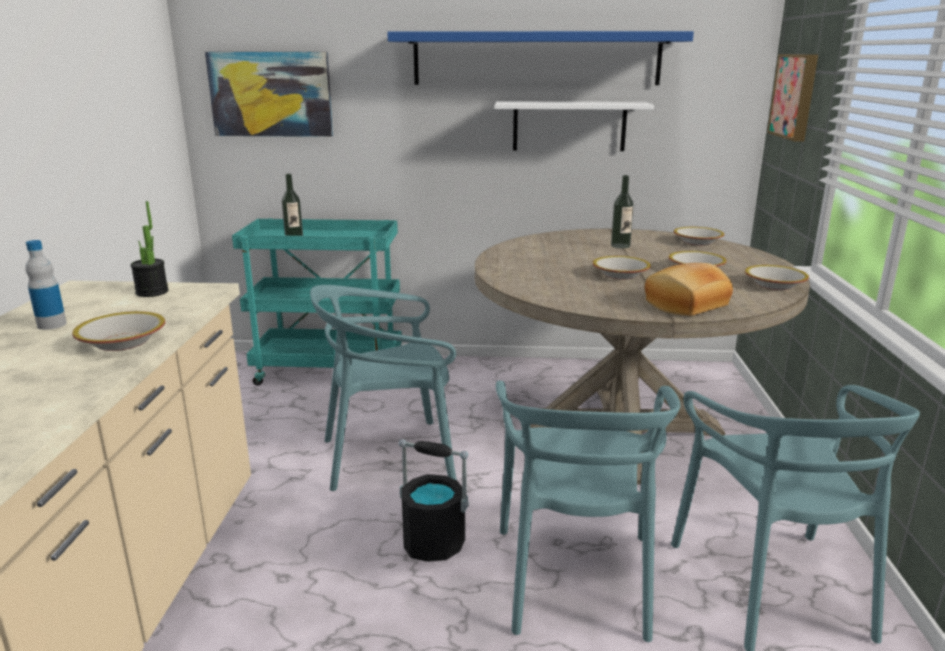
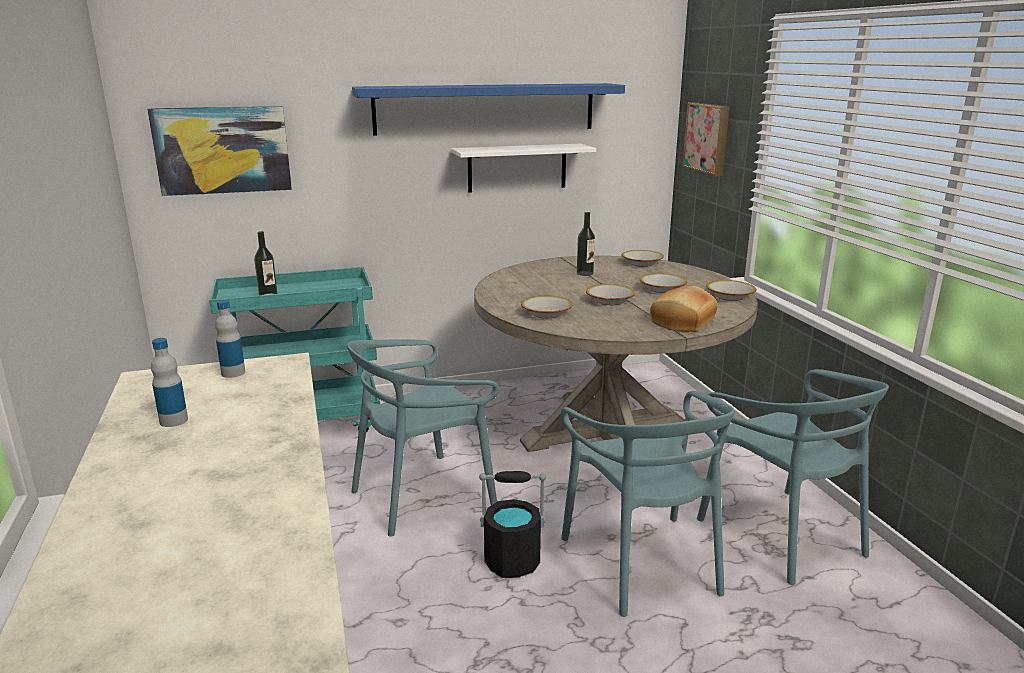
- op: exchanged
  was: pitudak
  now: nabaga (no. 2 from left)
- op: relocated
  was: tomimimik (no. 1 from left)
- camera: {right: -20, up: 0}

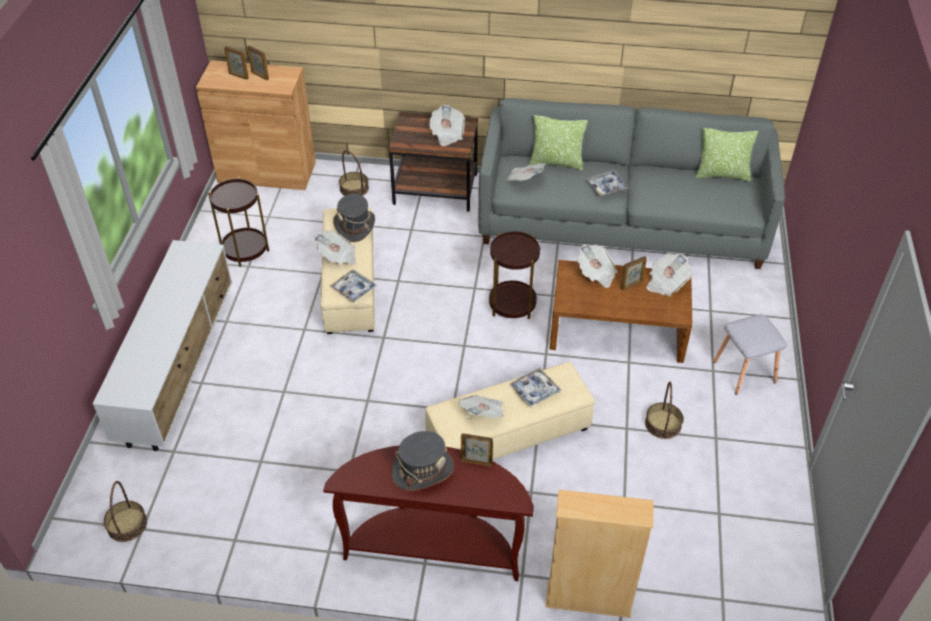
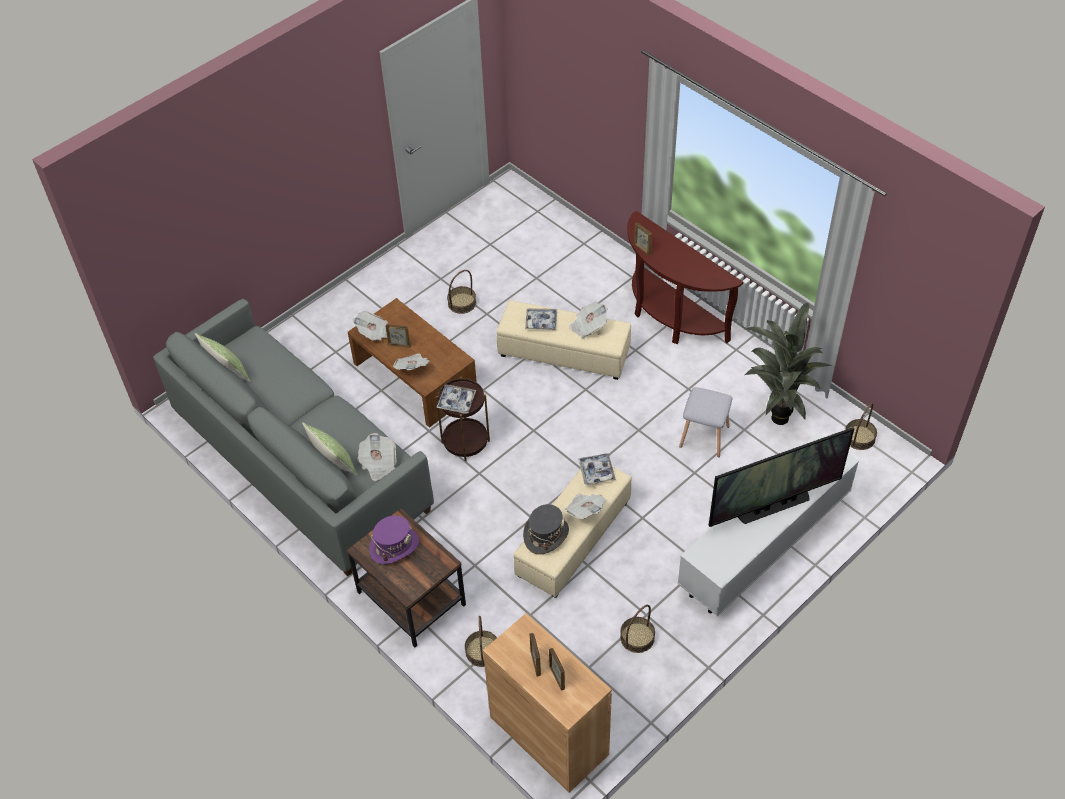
- op: exchanged
  was: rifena (no. 2 from left)
  now: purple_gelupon
- op: relocated
  was: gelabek (no. 3 from left in the first image)
  now: gelabek (no. 1 from left)
- op: exchanged
  was: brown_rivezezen (no. 1 from left)
  now: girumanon (no. 3 from left)
- op: relocated
  was: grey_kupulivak
- op: missing
  was: grey_gelupon (no. 2 from left)
- op: missing
  was: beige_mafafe
- op: appeared
  now: pitudak
- op: appeared
  now: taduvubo
- camera: {right: -140, up: 5}

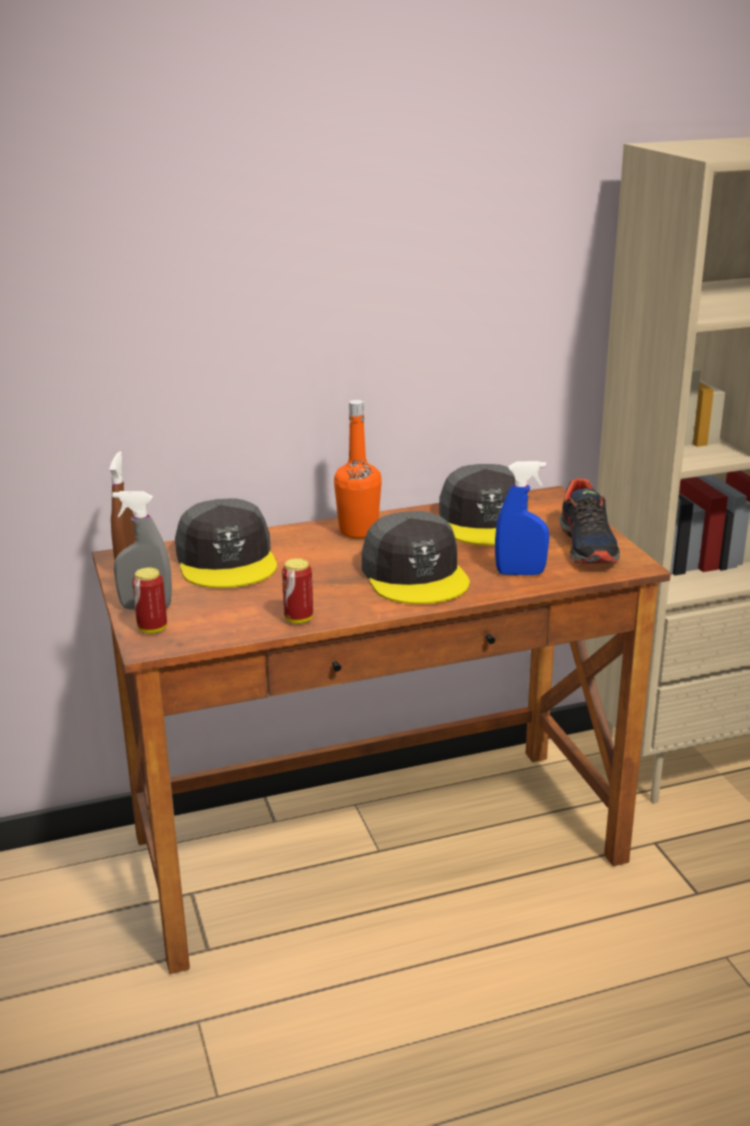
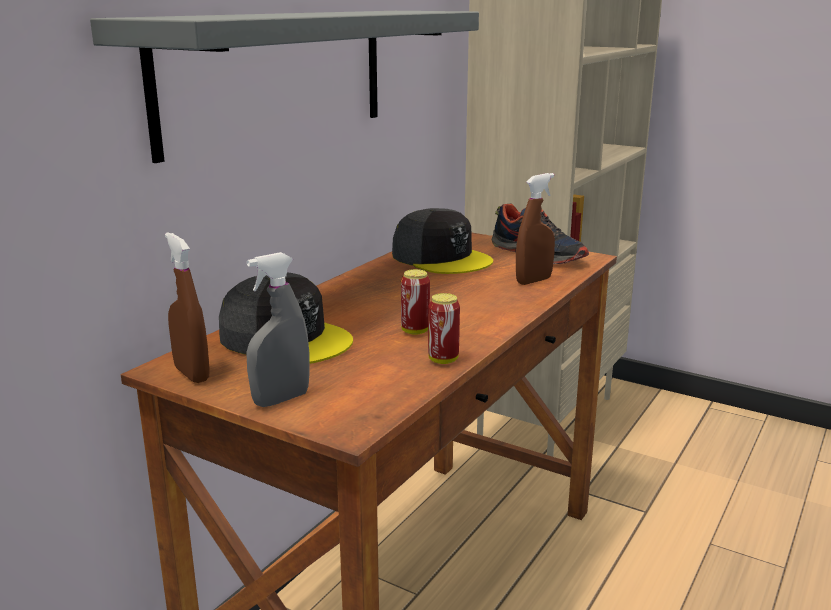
- op: missing
  was: orange_nabaga
- op: colour
  was: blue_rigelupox
  now: brown_rigelupox (no. 2 from left)
- op: missing
  was: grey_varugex (no. 2 from left)
- op: relocated
  was: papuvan (no. 1 from left)
- op: appeared
  now: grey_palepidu
- camera: {right: -40, up: -5}

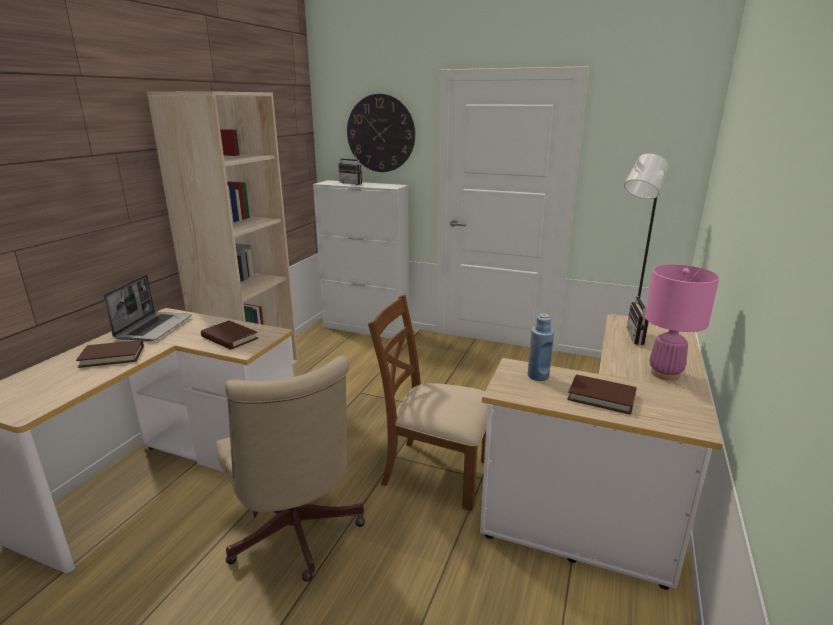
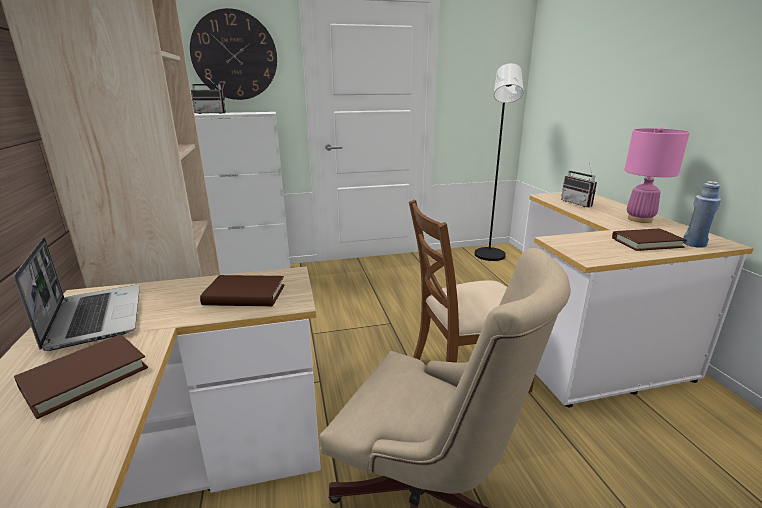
- op: relocated
  was: blue_nabaga
- camera: {right: -35, up: 0}

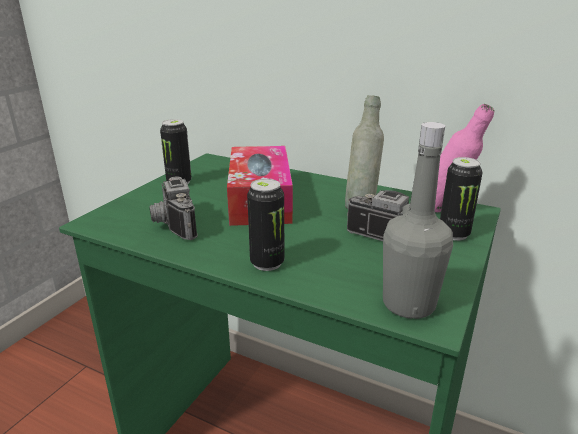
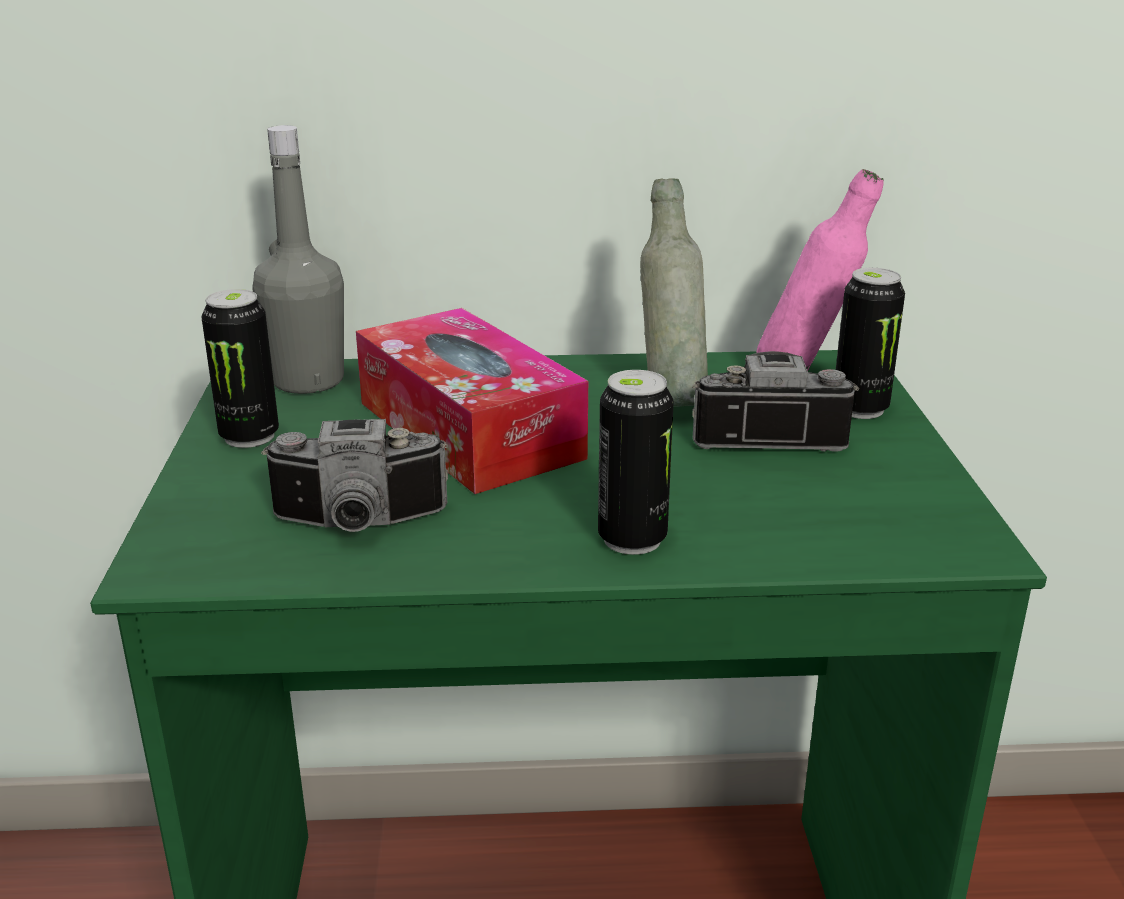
- op: relocated
  was: grey_nabaga (no. 2 from left in the first image)
  now: grey_nabaga (no. 1 from left)
- op: spun
  was: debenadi (no. 1 from left)
  clockwise: -45
- camera: {right: -30, up: 0}

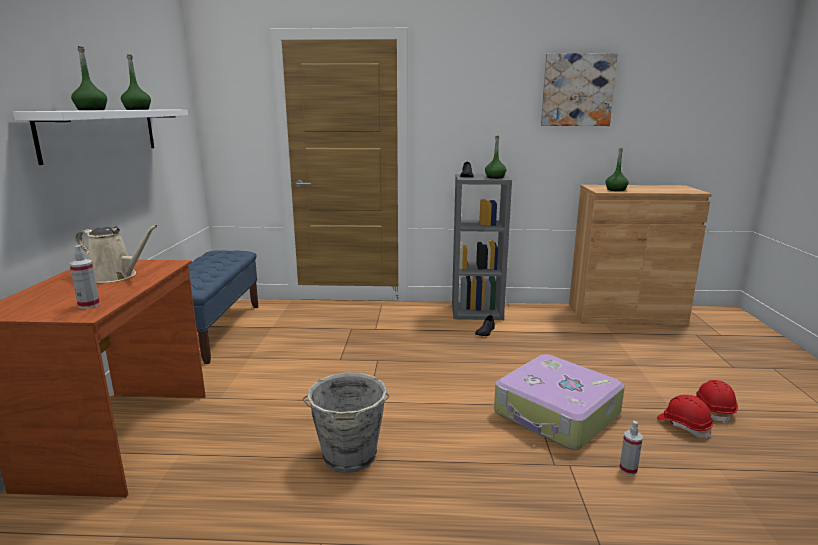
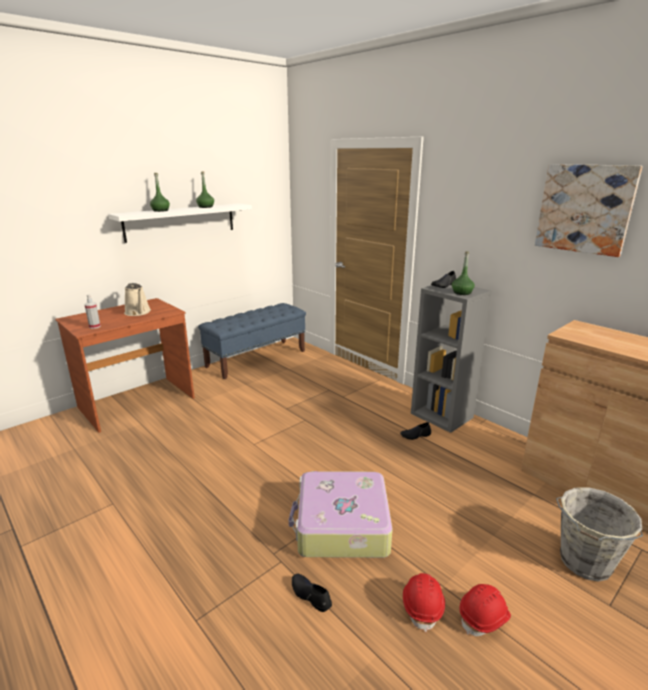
- op: missing
  was: green_nabaga (no. 4 from left)
- op: relocated
  was: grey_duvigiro
- op: exchanged
  was: rigelupox (no. 2 from left)
  now: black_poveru (no. 1 from left)
- camera: {right: 45, up: 5}

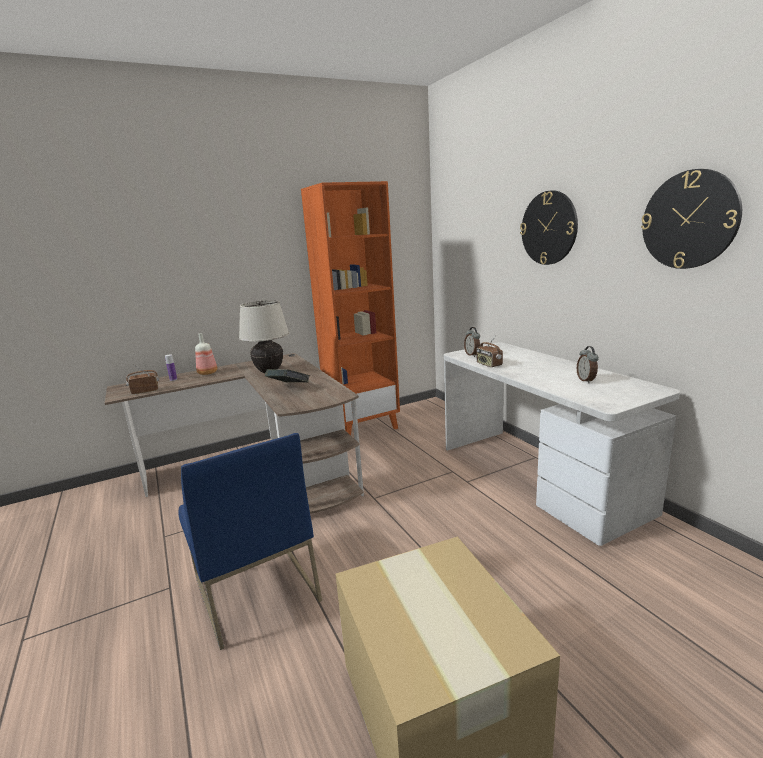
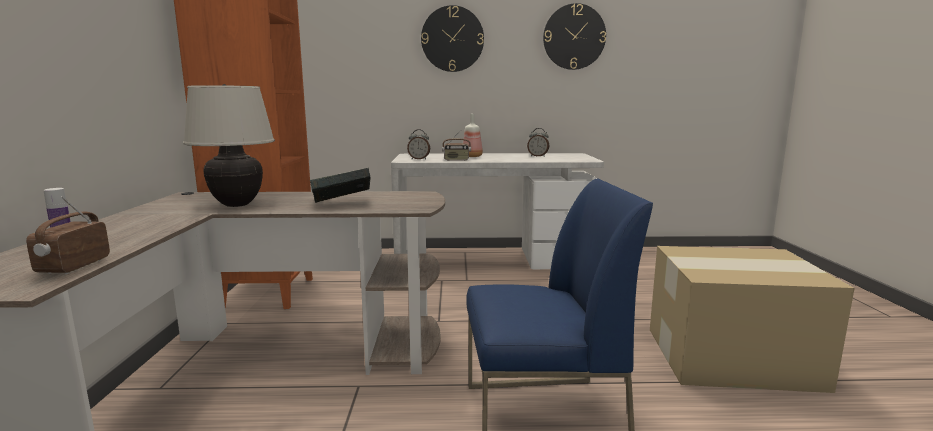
- op: relocated
  was: nabaga (no. 2 from left)
- camera: {right: -65, up: -5}

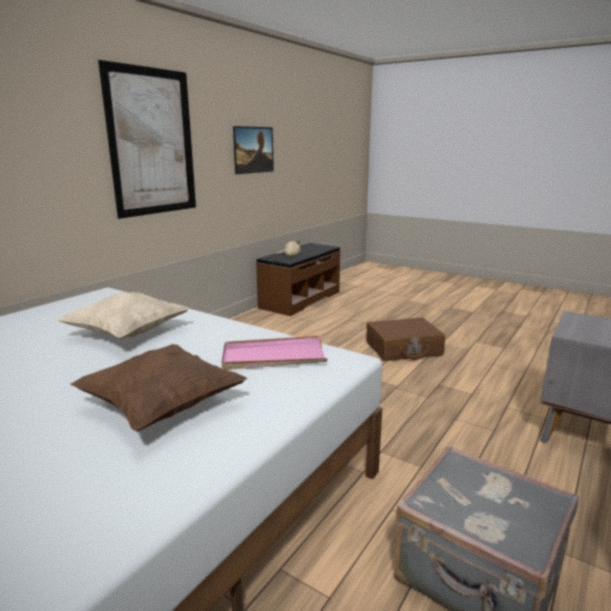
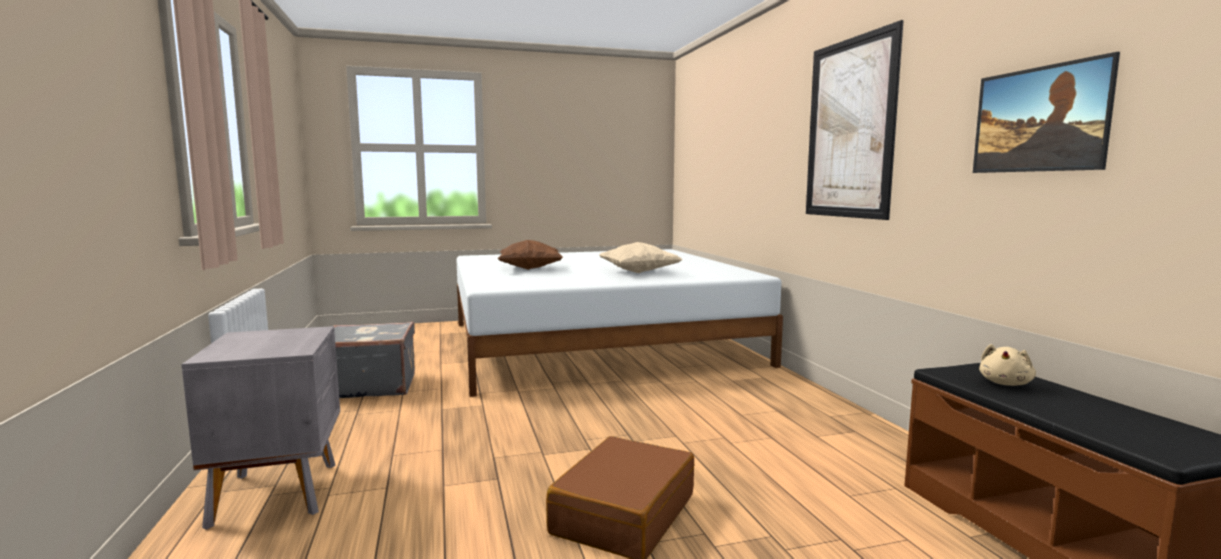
- op: missing
  was: pink_gelabek
- camera: {right: 130, up: -10}

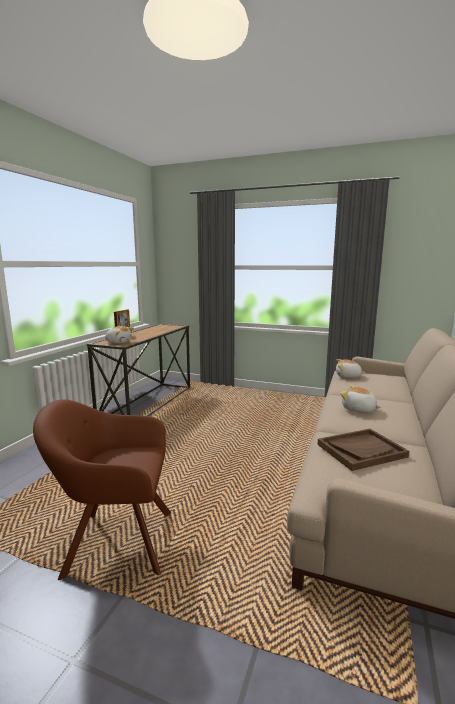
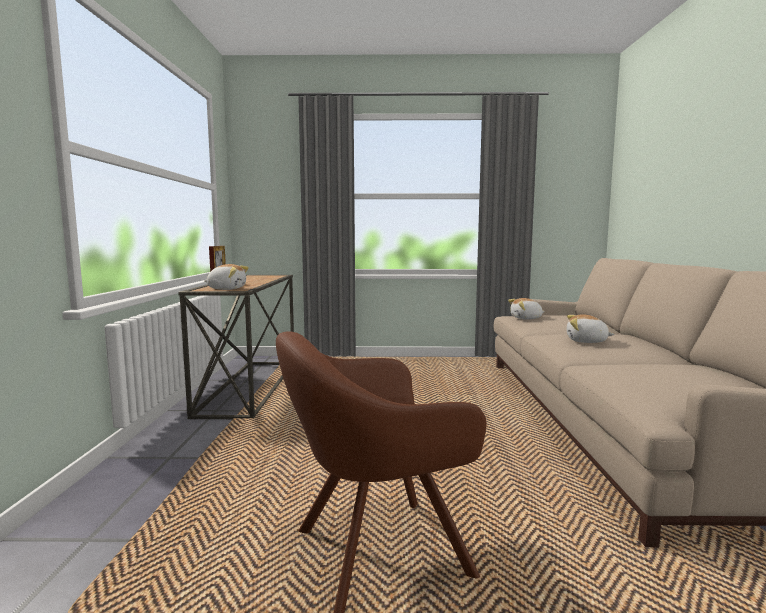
- op: missing
  was: brown_gelabek
- camera: {right: -20, up: -5}

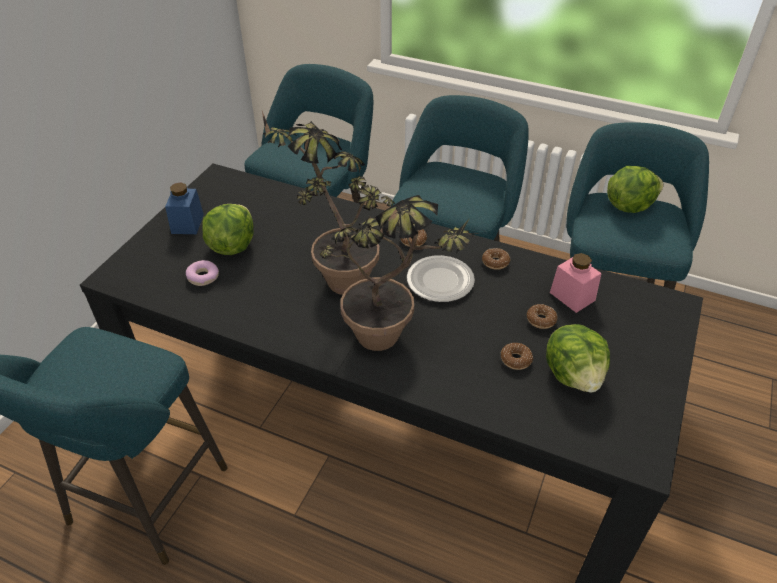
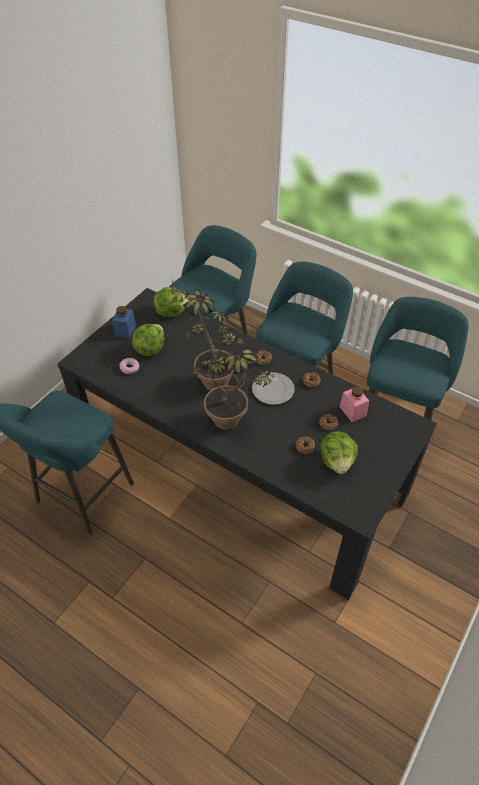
- op: relocated
  was: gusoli (no. 3 from left in the first image)
  now: gusoli (no. 2 from left)
- camera: {right: 10, up: 5}

